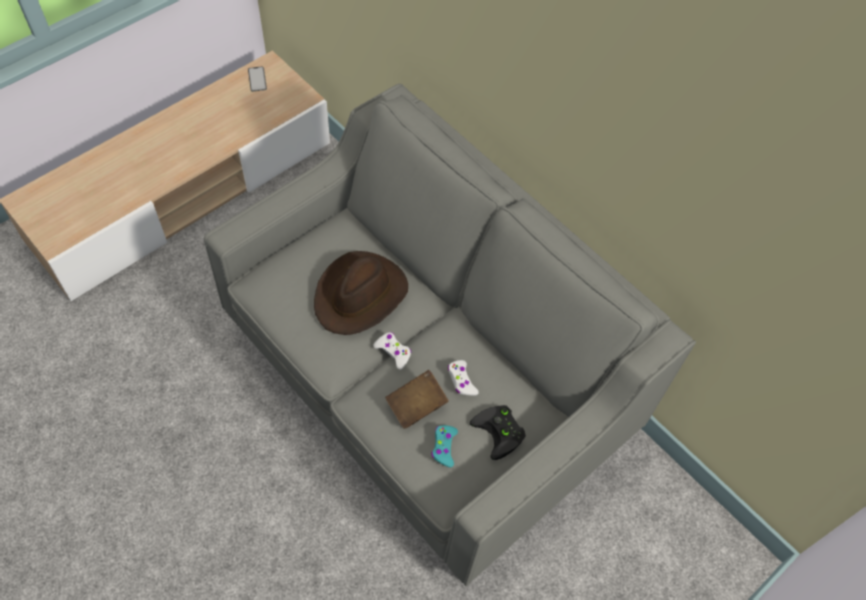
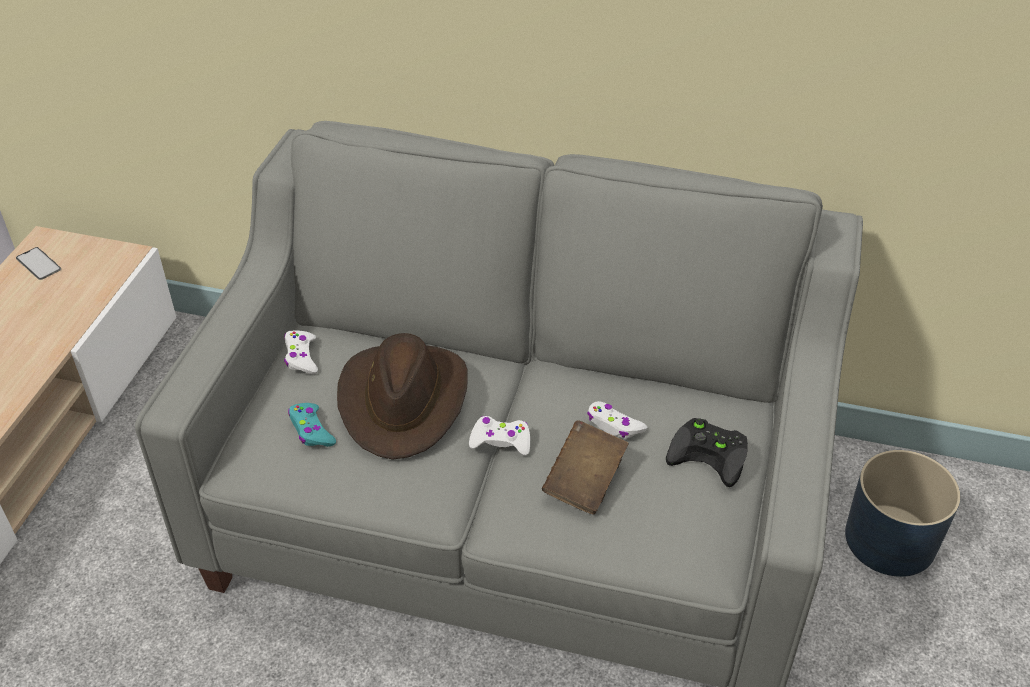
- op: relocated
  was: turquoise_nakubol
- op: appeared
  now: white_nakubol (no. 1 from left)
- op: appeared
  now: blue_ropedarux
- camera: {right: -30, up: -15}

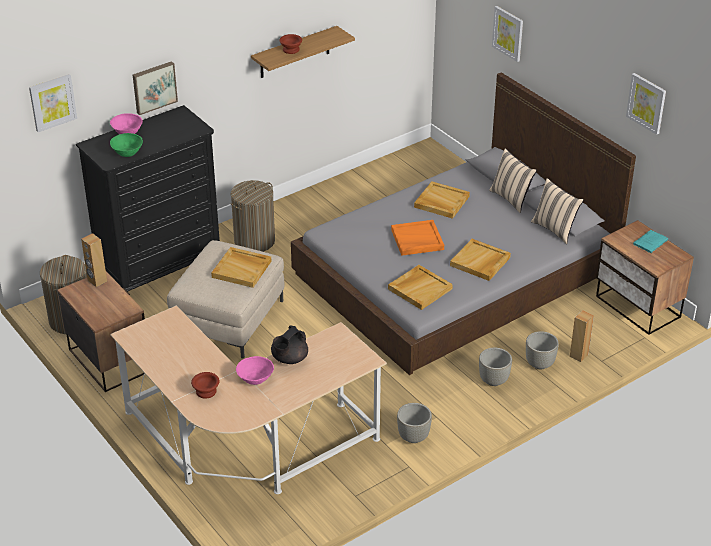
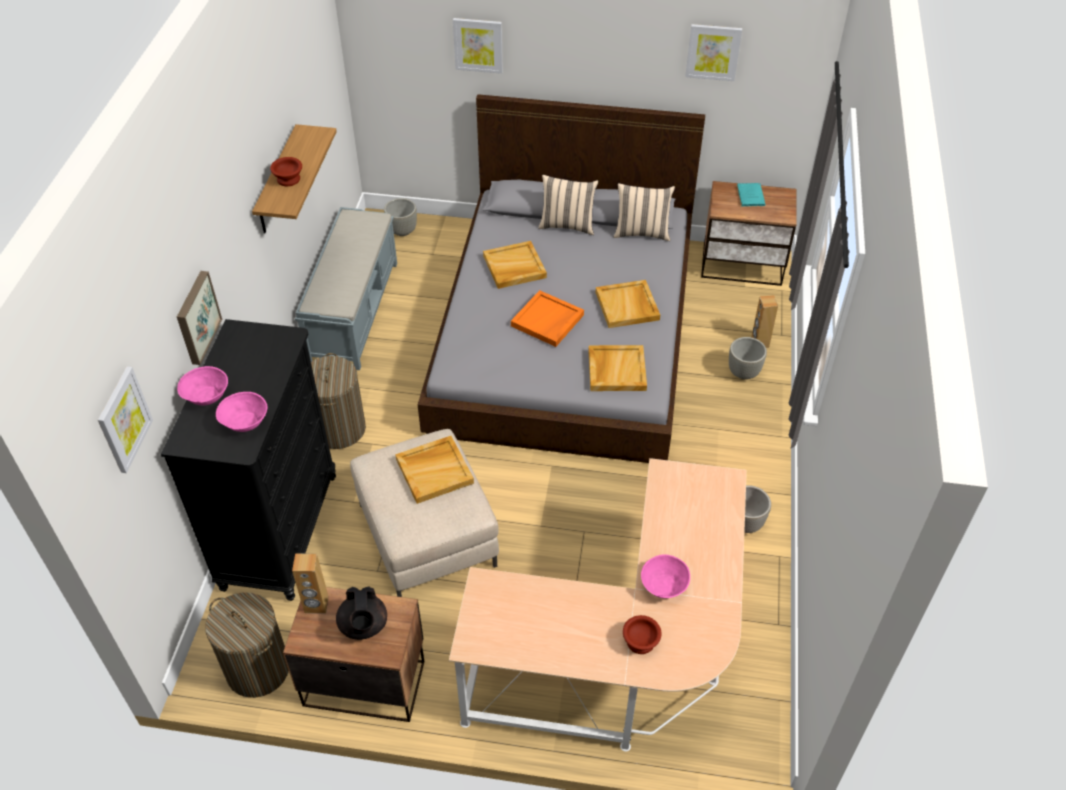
- op: colour
  was: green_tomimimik
  now: pink_tomimimik (no. 2 from left)
- op: relocated
  was: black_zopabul
- op: relocated
  was: grey_ropedarux (no. 2 from left in the first image)
  now: grey_ropedarux (no. 1 from left)
- op: appeared
  now: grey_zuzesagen
- camera: {right: -45, up: 10}

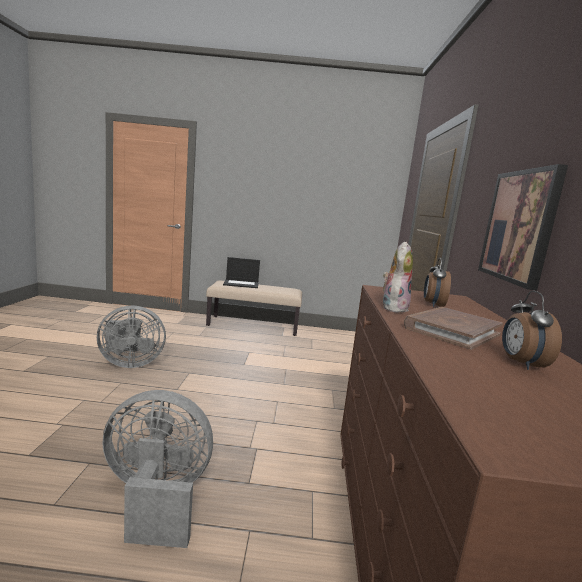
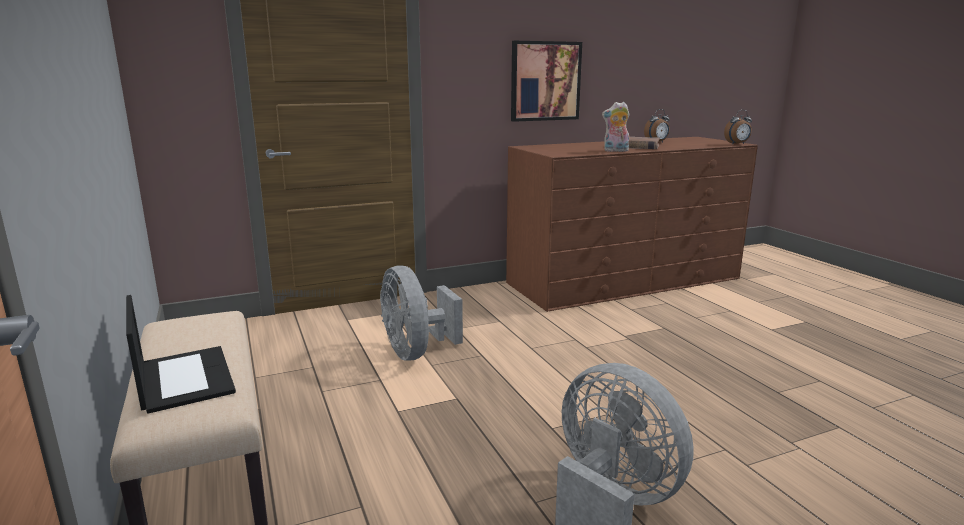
- op: relocated
  was: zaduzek (no. 1 from left in the first image)
  now: zaduzek (no. 2 from left)
- op: relocated
  was: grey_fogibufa (no. 2 from left in the first image)
  now: grey_fogibufa (no. 1 from left)
- camera: {right: -115, up: 5}

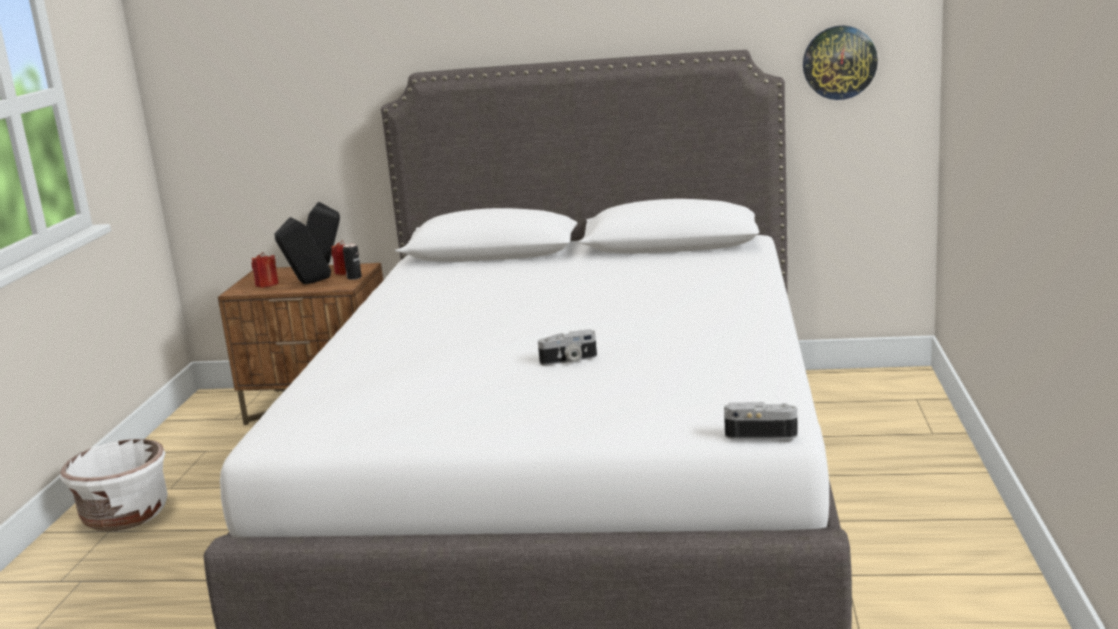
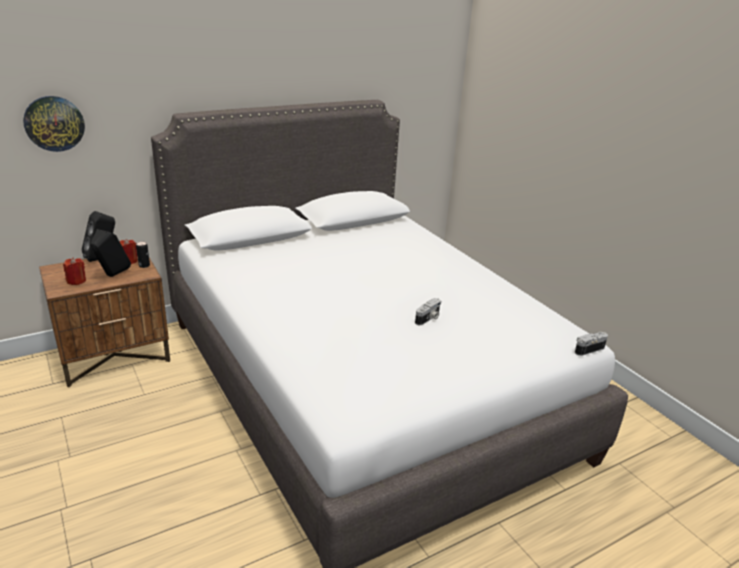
- op: relocated
  was: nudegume
- op: missing
  was: white_ropedarux
- camera: {right: -40, up: 10}

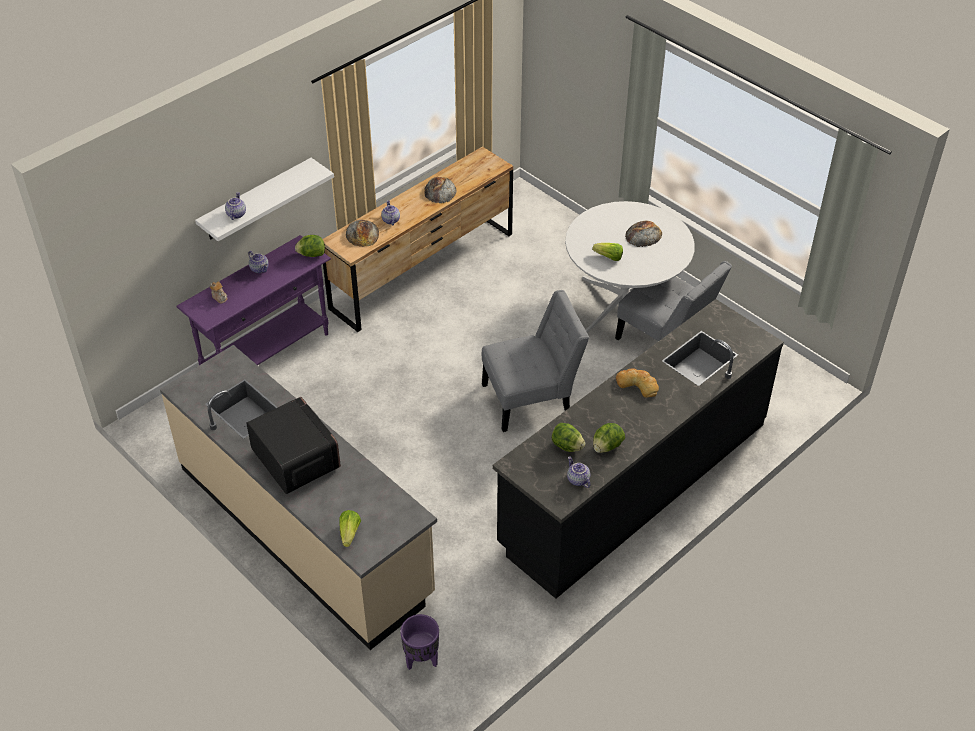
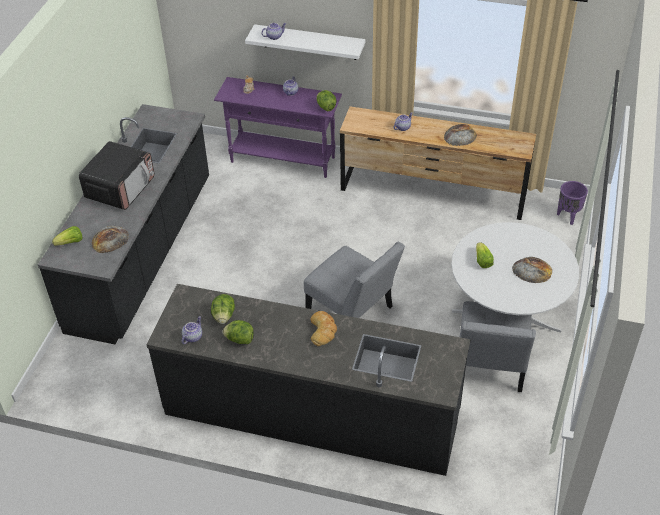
- op: relocated
  was: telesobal (no. 1 from left)
- op: colour
  was: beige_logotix
  now: black_logotix (no. 1 from left)
- op: relocated
  was: purple_ropedarux
- camera: {right: 60, up: 0}

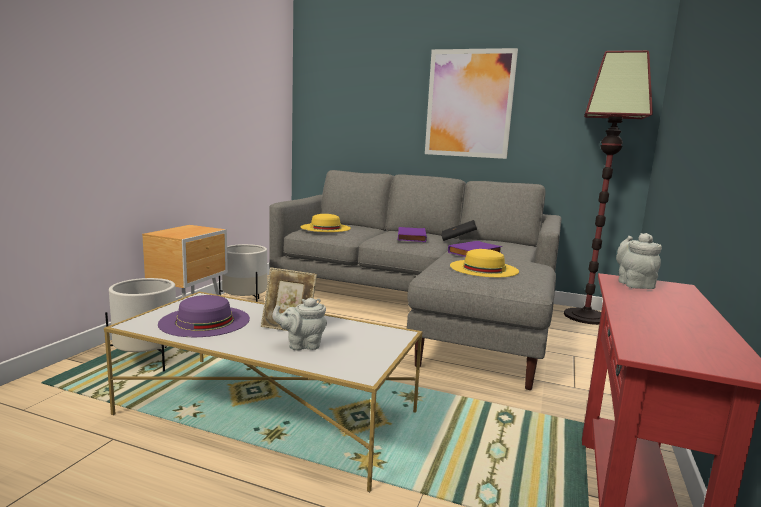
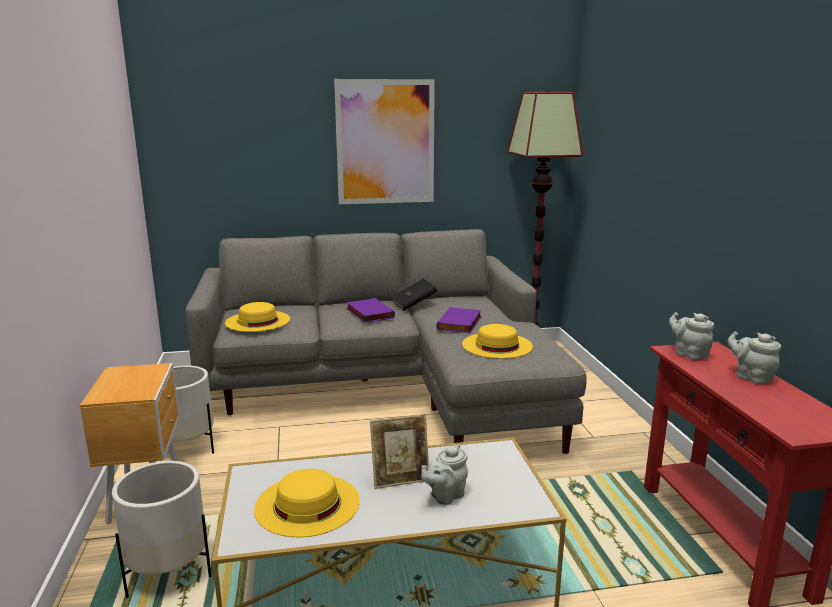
- op: colour
  was: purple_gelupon
  now: yellow_gelupon (no. 2 from left)
- op: appeared
  now: grey_zopabul (no. 3 from left)
- camera: {right: -30, up: 5}

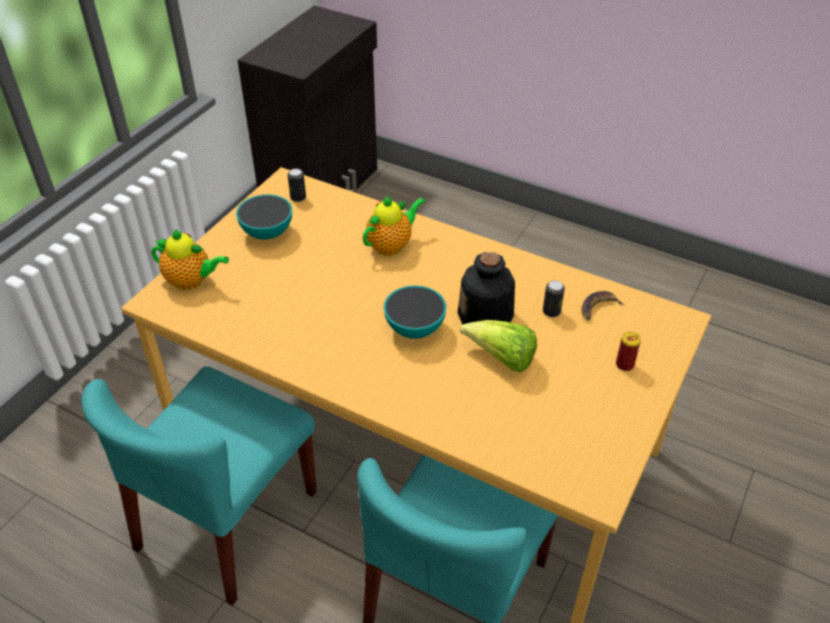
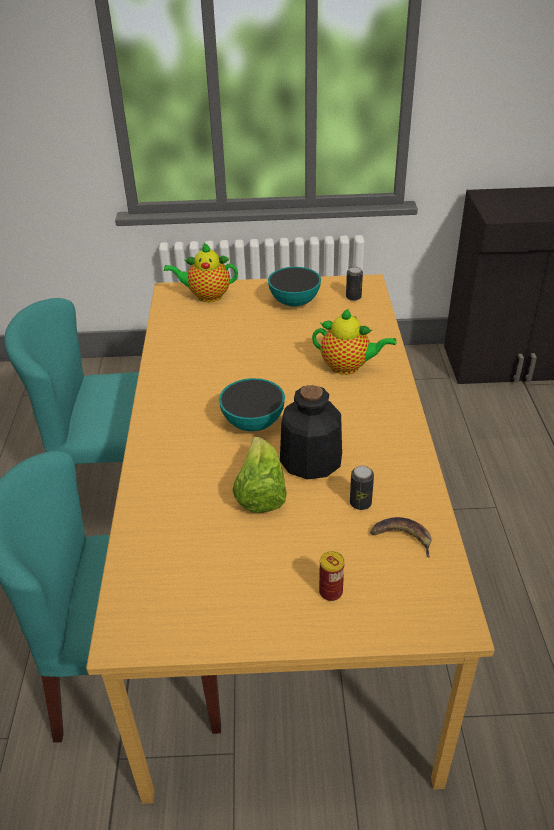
- op: spun
  was: zopabul (no. 1 from left)
  clockwise: 105
- camera: {right: 60, up: -5}

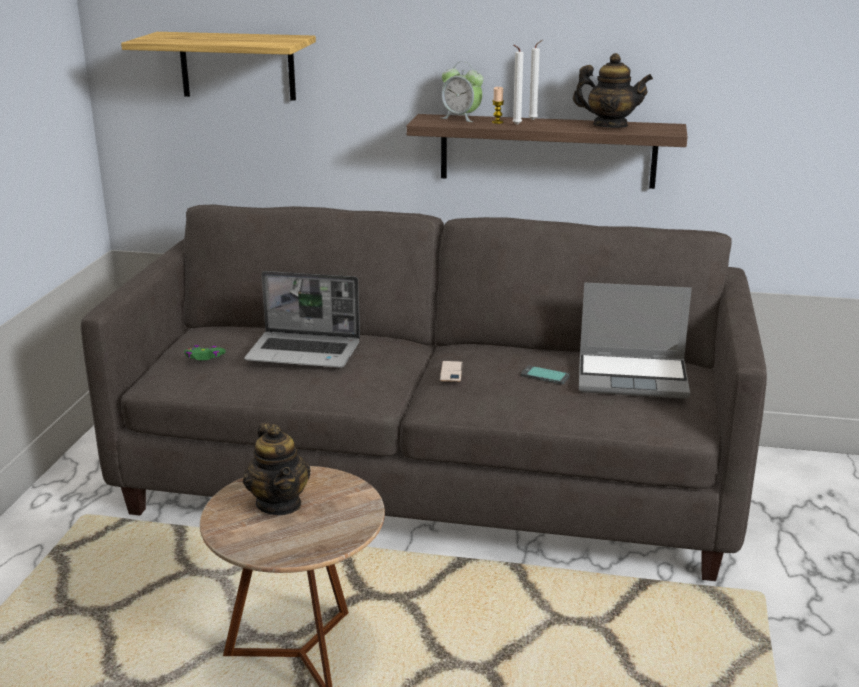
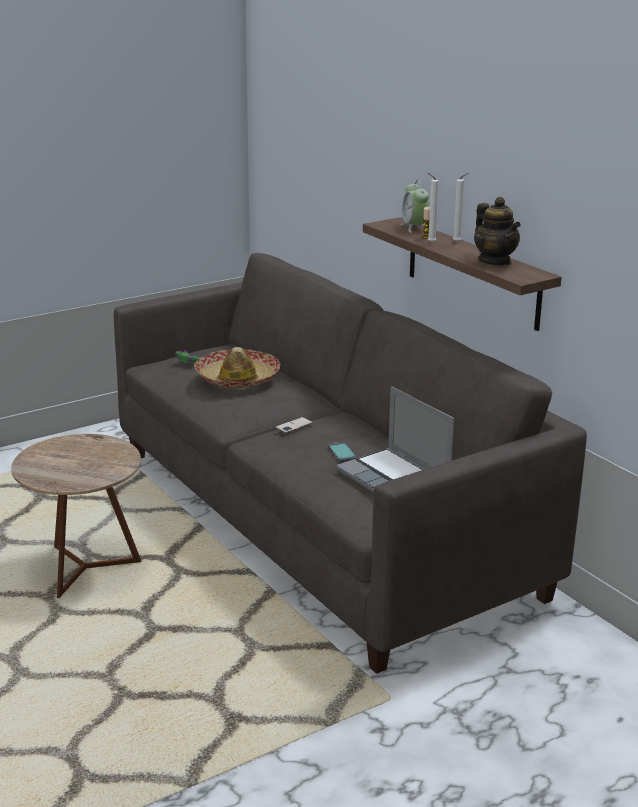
- op: missing
  was: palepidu (no. 1 from left)
- op: exchanged
  was: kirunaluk (no. 1 from left)
  now: gelupon
- op: missing
  was: zopabul (no. 1 from left)
- camera: {right: 45, up: 0}

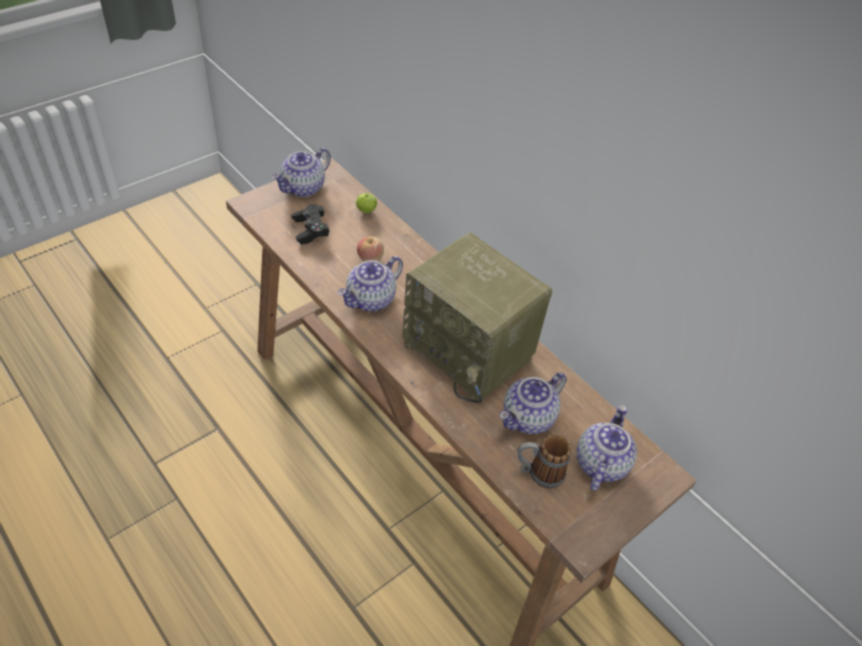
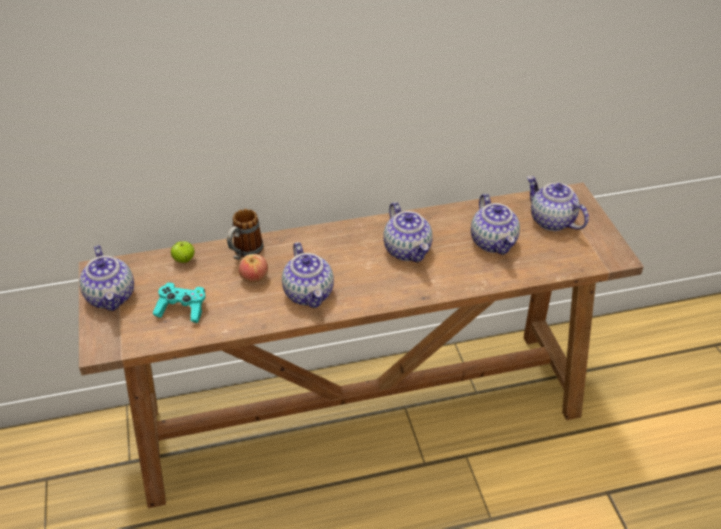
- op: colour
  was: black_nakubol
  now: turquoise_nakubol
- op: exchanged
  was: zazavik
  now: zopabul (no. 3 from left)
- op: relocated
  was: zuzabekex
- camera: {right: -60, up: -5}

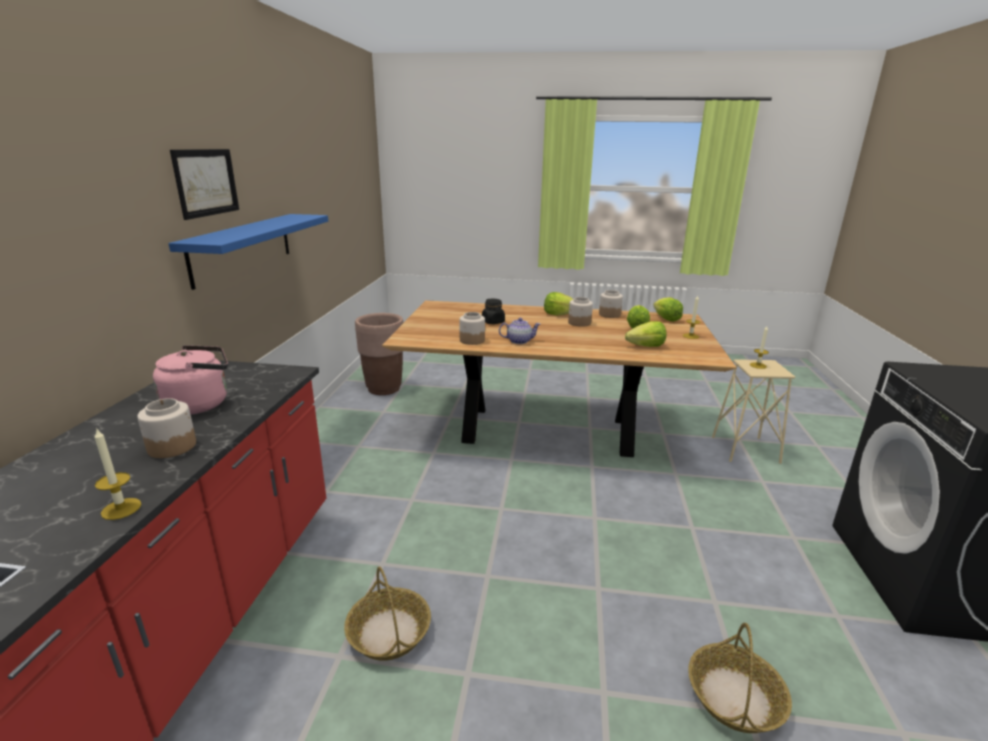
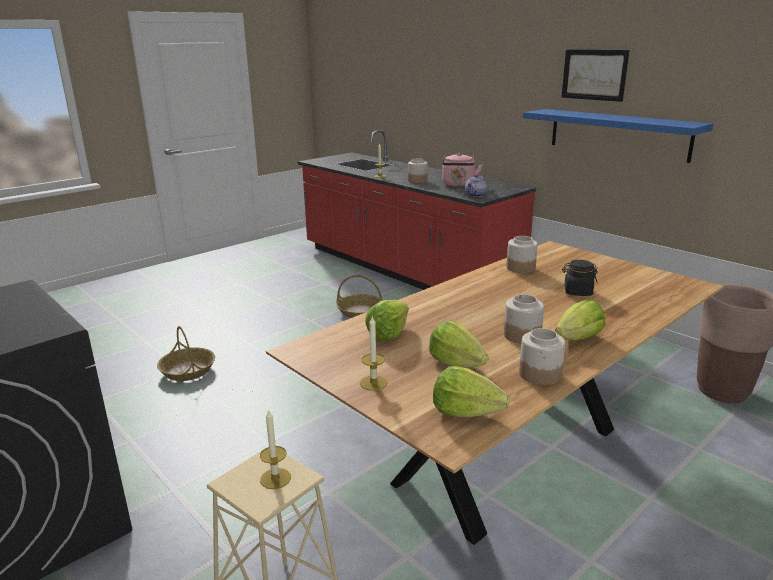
- op: relocated
  was: zopabul
- camera: {right: 130, up: 0}

